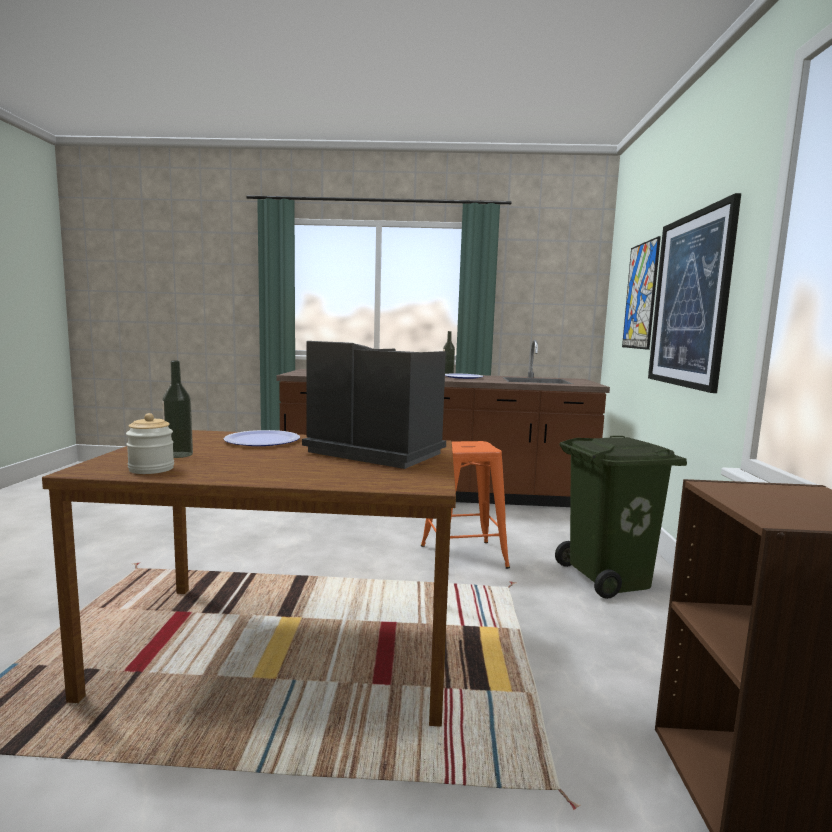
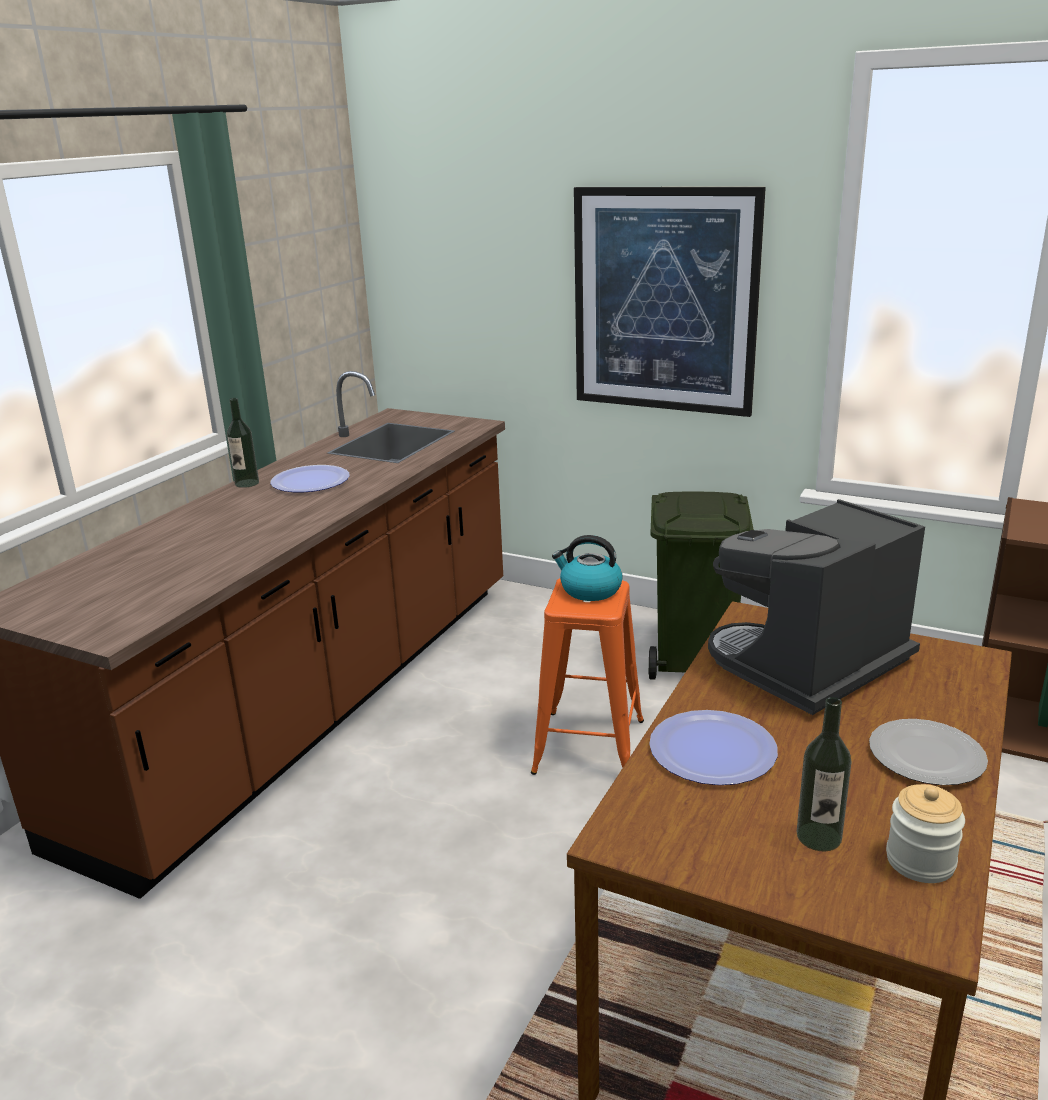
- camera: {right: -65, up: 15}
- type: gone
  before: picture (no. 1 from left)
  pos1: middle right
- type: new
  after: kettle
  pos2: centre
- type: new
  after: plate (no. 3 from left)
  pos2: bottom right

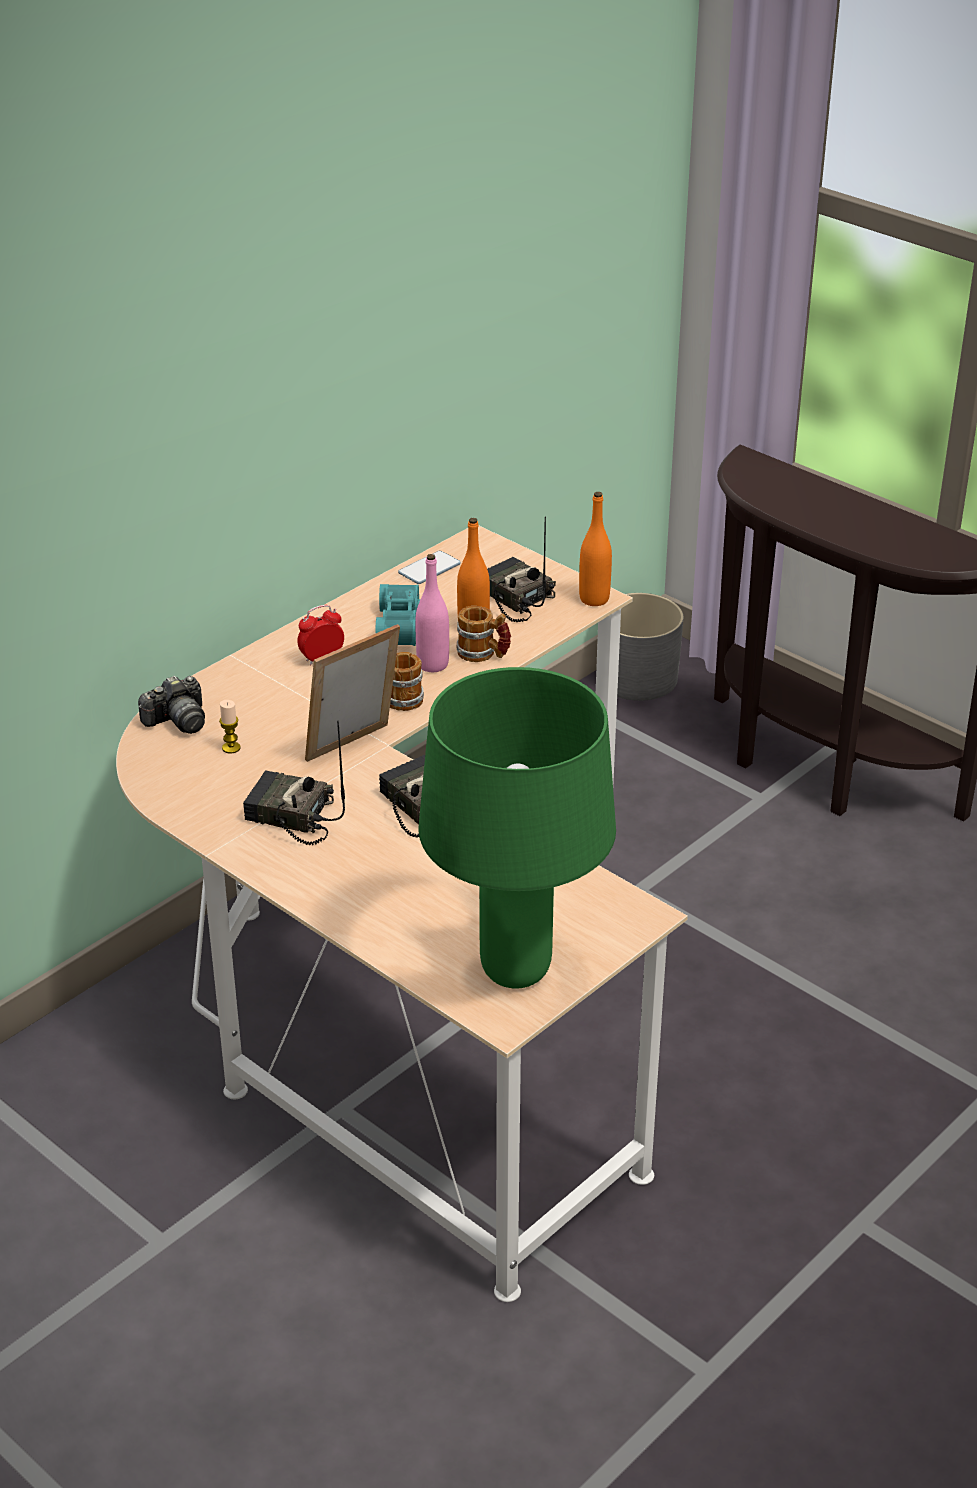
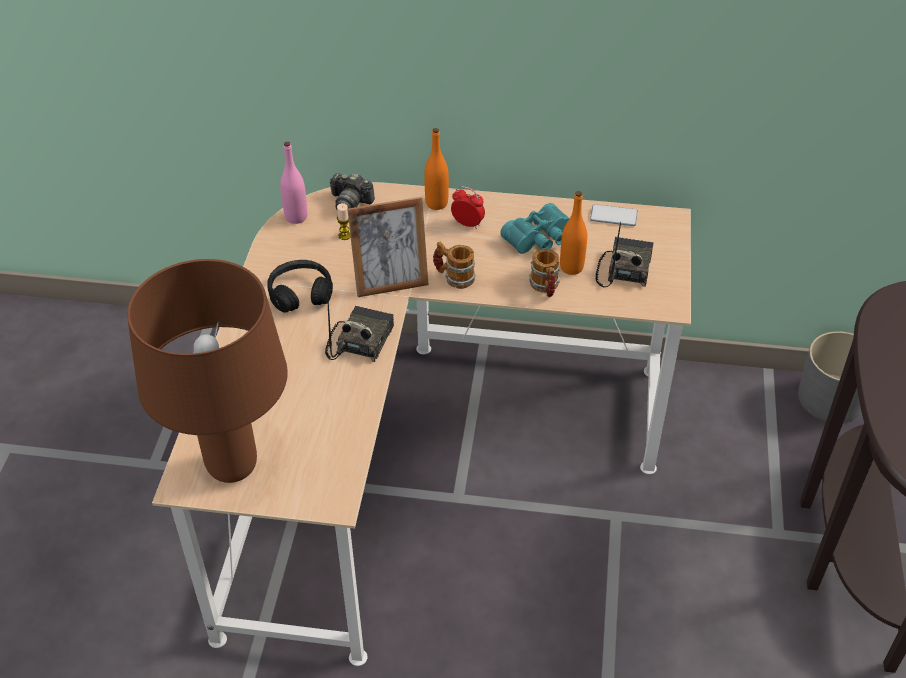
- camera: {right: 55, up: 10}
- type: shifted
  before: orange_bottle (no. 2 from left in the first image)
  after: orange_bottle (no. 1 from left)
  pos1: centre
  pos2: top centre
- type: shifted
  before: pink_bottle
  pos1: centre
  pos2: top left
- type: rotated
  before: picture_frame
  pos1: centre
  pos2: centre
  turn: 150
- type: repainted
  before: green_table_lamp
  after: brown_table_lamp
  pos1: centre
  pos2: middle left
- type: swapped
  before: radio (no. 1 from left)
  after: black_headphones
  pos1: middle left
  pos2: middle left

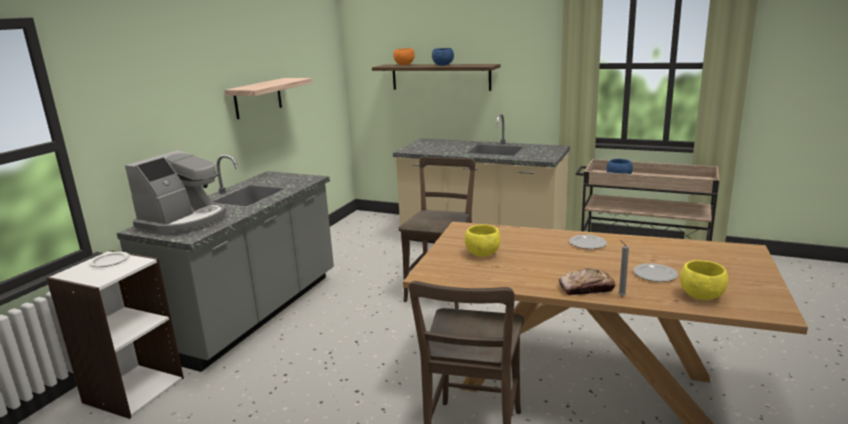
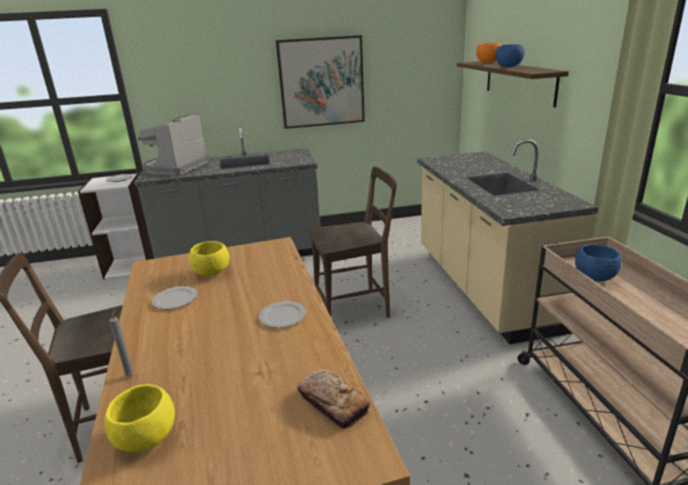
- camera: {right: 55, up: 5}
- type: swapped
  before: shelf (no. 1 from left)
  after: picture
  pos1: top left
  pos2: top centre
- type: rotated
  before: coffee_machine
  pos1: middle left
  pos2: top left
  turn: 120
- type: shifted
  before: plate (no. 3 from left in the first image)
  after: plate (no. 2 from left)
  pos1: middle right
  pos2: middle left
- type: shifted
  before: bread
  pos1: middle right
  pos2: bottom centre

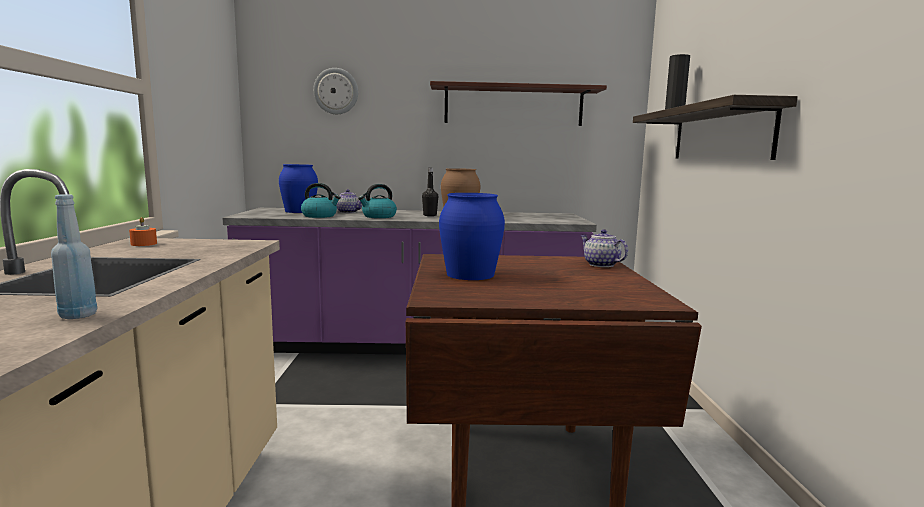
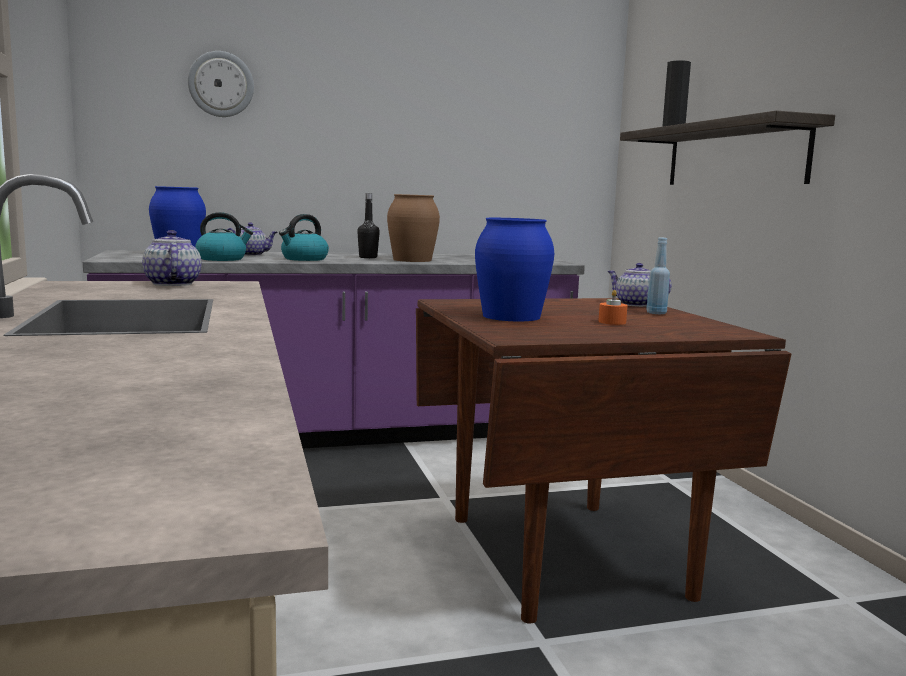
- camera: {right: -15, up: 0}
- type: gone
  before: shelf (no. 1 from left)
  pos1: top centre
- type: shifted
  before: blue_bottle
  pos1: middle left
  pos2: middle right
- type: shifted
  before: orange_candle
  pos1: middle left
  pos2: middle right
- type: new
  after: teapot (no. 1 from left)
  pos2: middle left

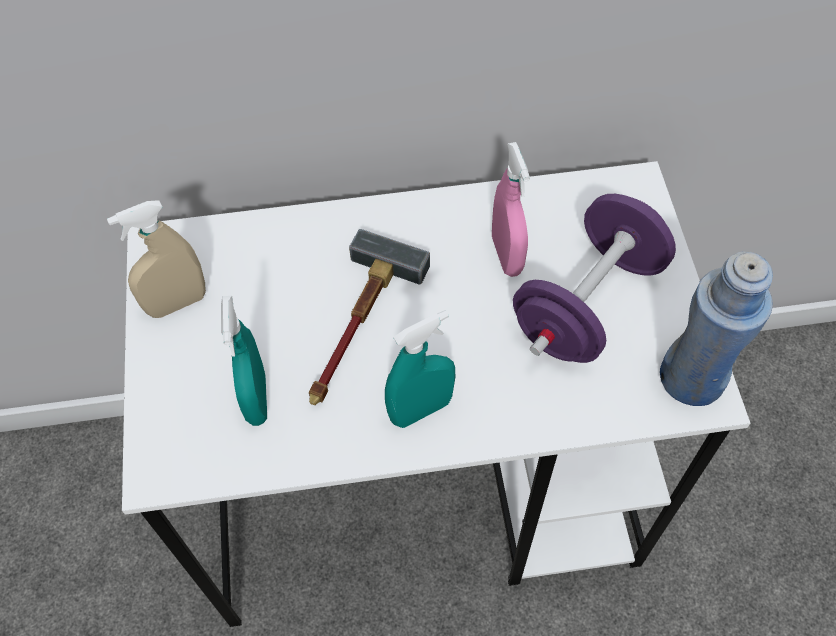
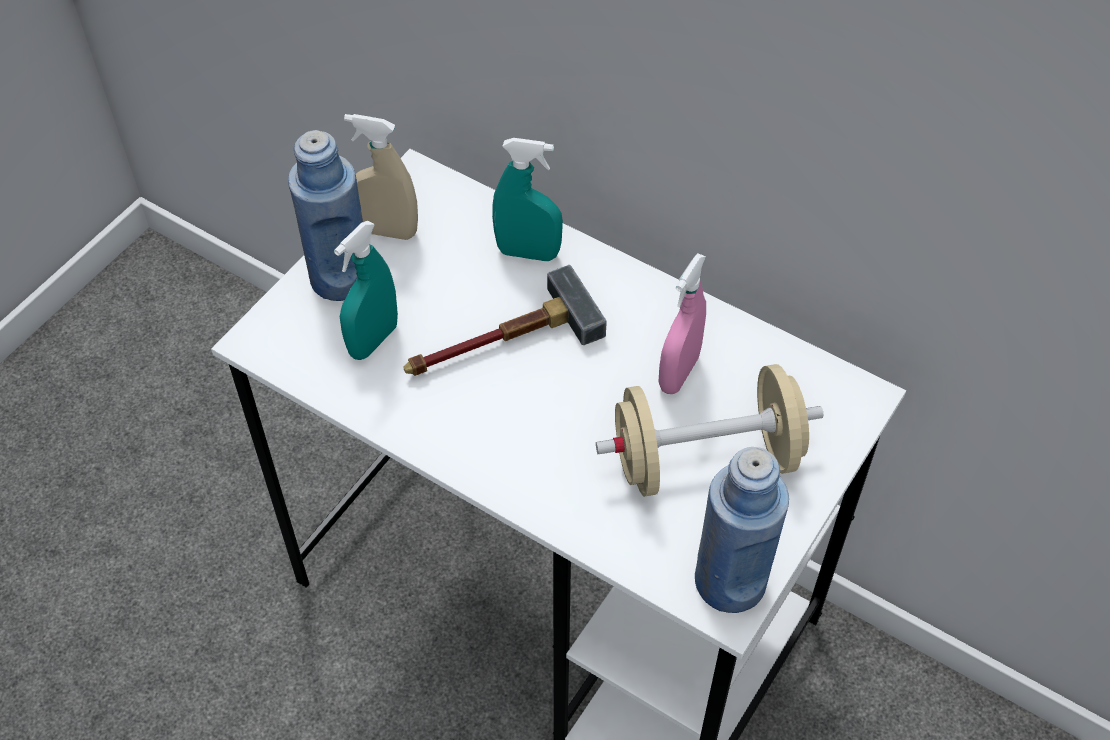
- camera: {right: 40, up: -5}
- type: repainted
  before: purple_dumbbell
  after: beige_dumbbell
  pos1: middle right
  pos2: centre
- type: shifted
  before: turquoise_spray_bottle (no. 2 from left)
  pos1: centre
  pos2: top centre
- type: new
  after: blue_bottle (no. 1 from left)
  pos2: top left

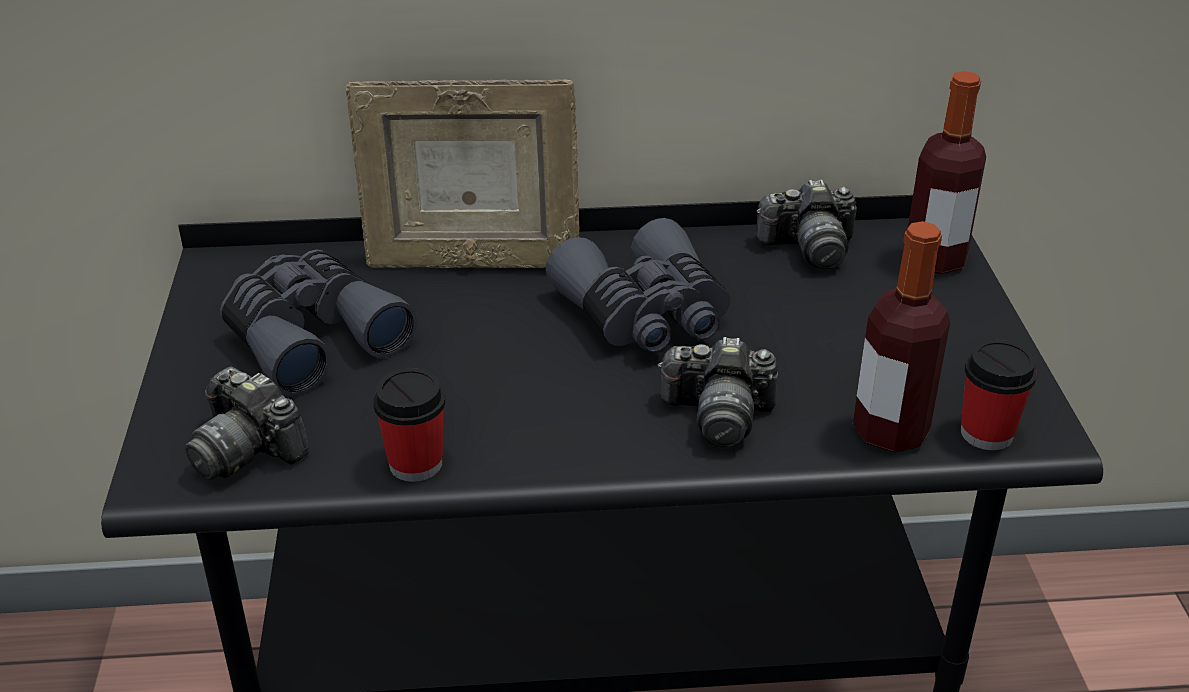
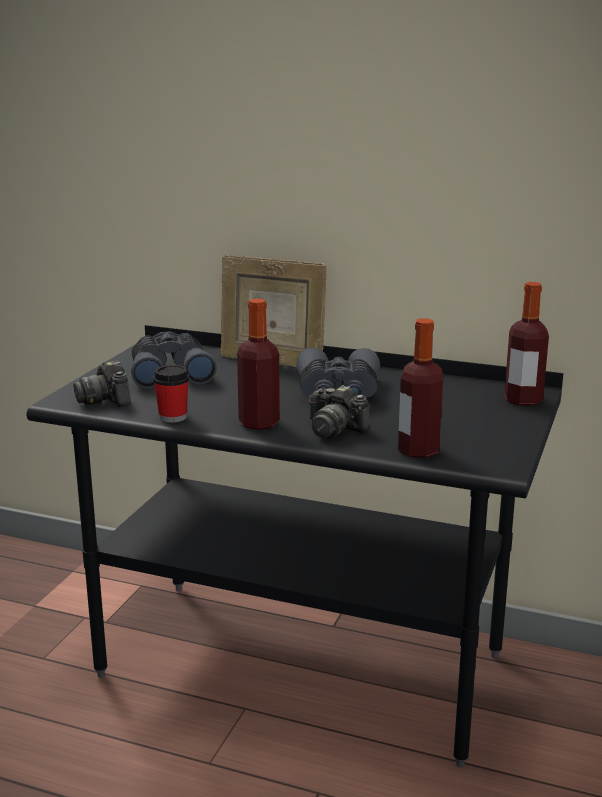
- camera: {right: 25, up: -15}
- type: gone
  before: photo_camera (no. 3 from left)
  pos1: top right
- type: gone
  before: cup (no. 2 from left)
  pos1: middle right
- type: new
  after: bottle (no. 1 from left)
  pos2: centre

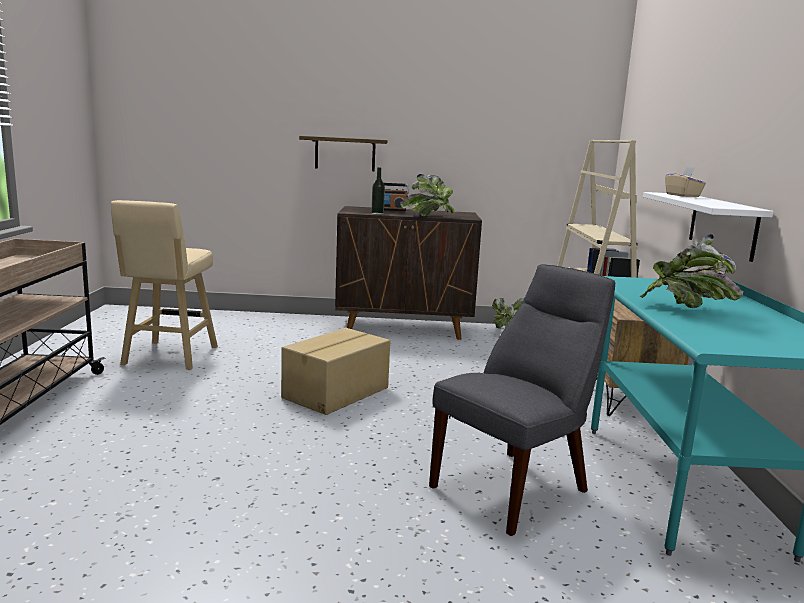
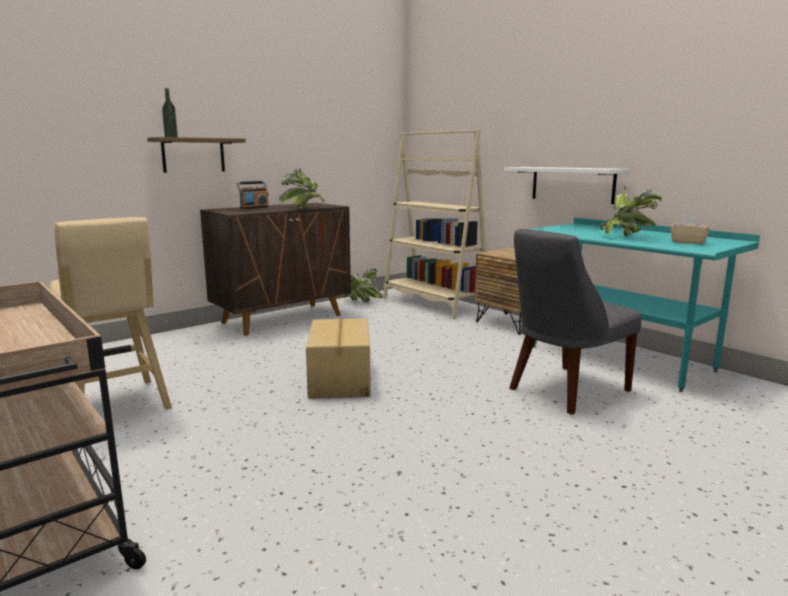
- camera: {right: -40, up: 0}
- type: shifted
  before: bottle
  pos1: top centre
  pos2: top left
- type: shifted
  before: beige_tissue_box
  pos1: top right
  pos2: middle right
- type: rotated
  before: grey_chair
  pos1: centre
  pos2: middle right
  turn: -135

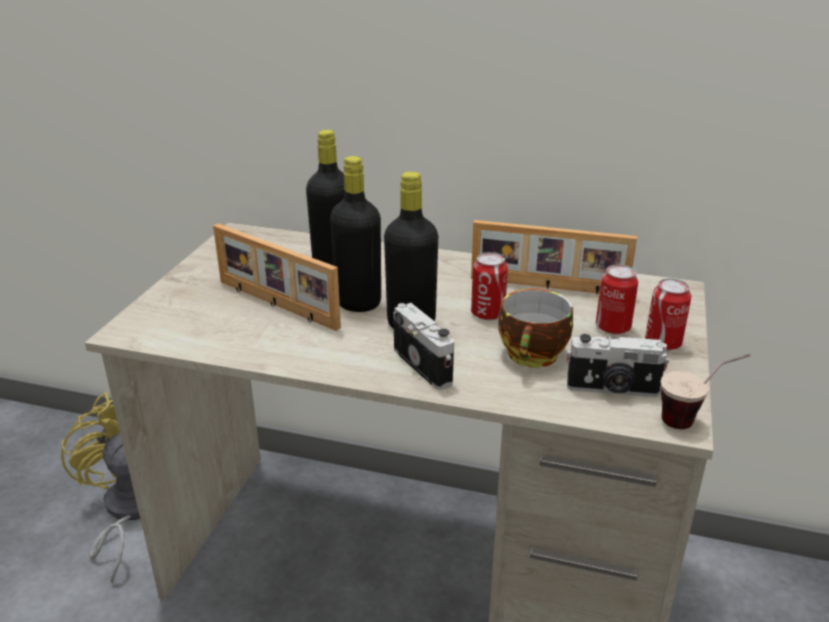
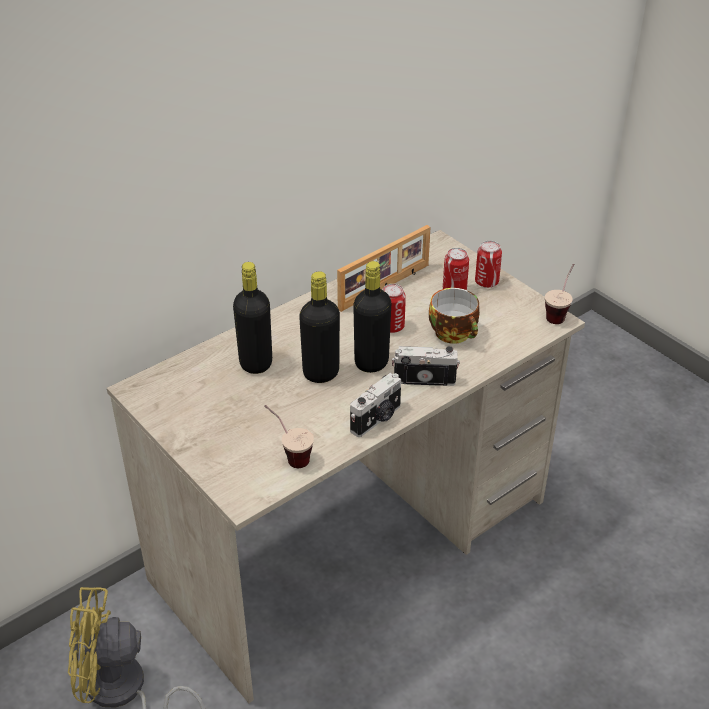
- camera: {right: -55, up: 10}
- type: gone
  before: picture_frame (no. 1 from left)
  pos1: centre
- type: shifted
  before: photo_camera (no. 2 from left in the first image)
  after: photo_camera (no. 1 from left)
  pos1: middle right
  pos2: centre
- type: new
  after: cup (no. 1 from left)
  pos2: centre

